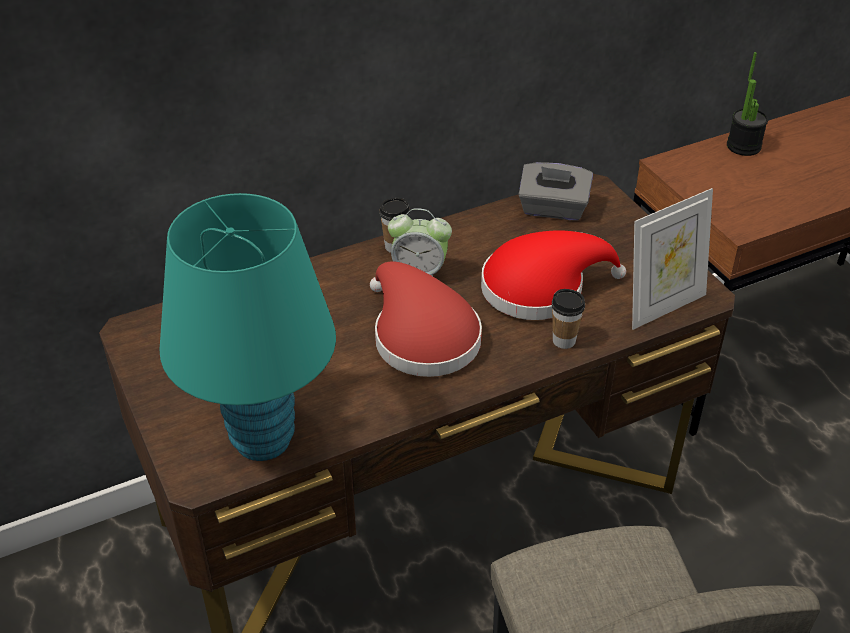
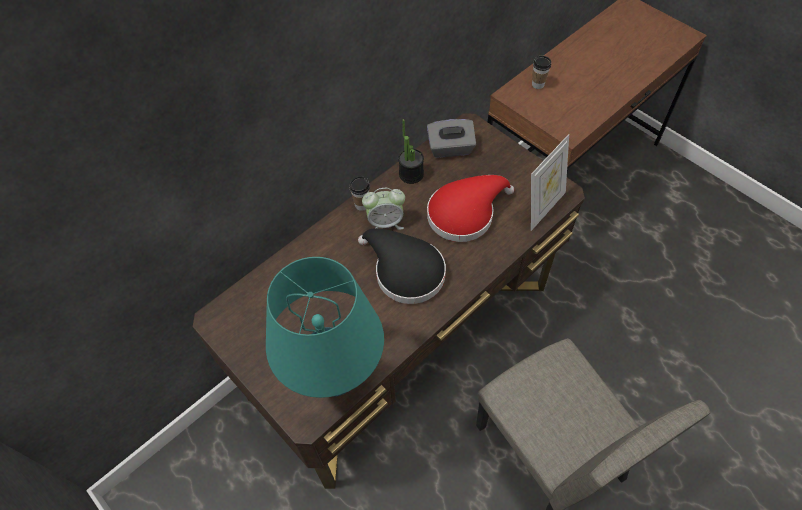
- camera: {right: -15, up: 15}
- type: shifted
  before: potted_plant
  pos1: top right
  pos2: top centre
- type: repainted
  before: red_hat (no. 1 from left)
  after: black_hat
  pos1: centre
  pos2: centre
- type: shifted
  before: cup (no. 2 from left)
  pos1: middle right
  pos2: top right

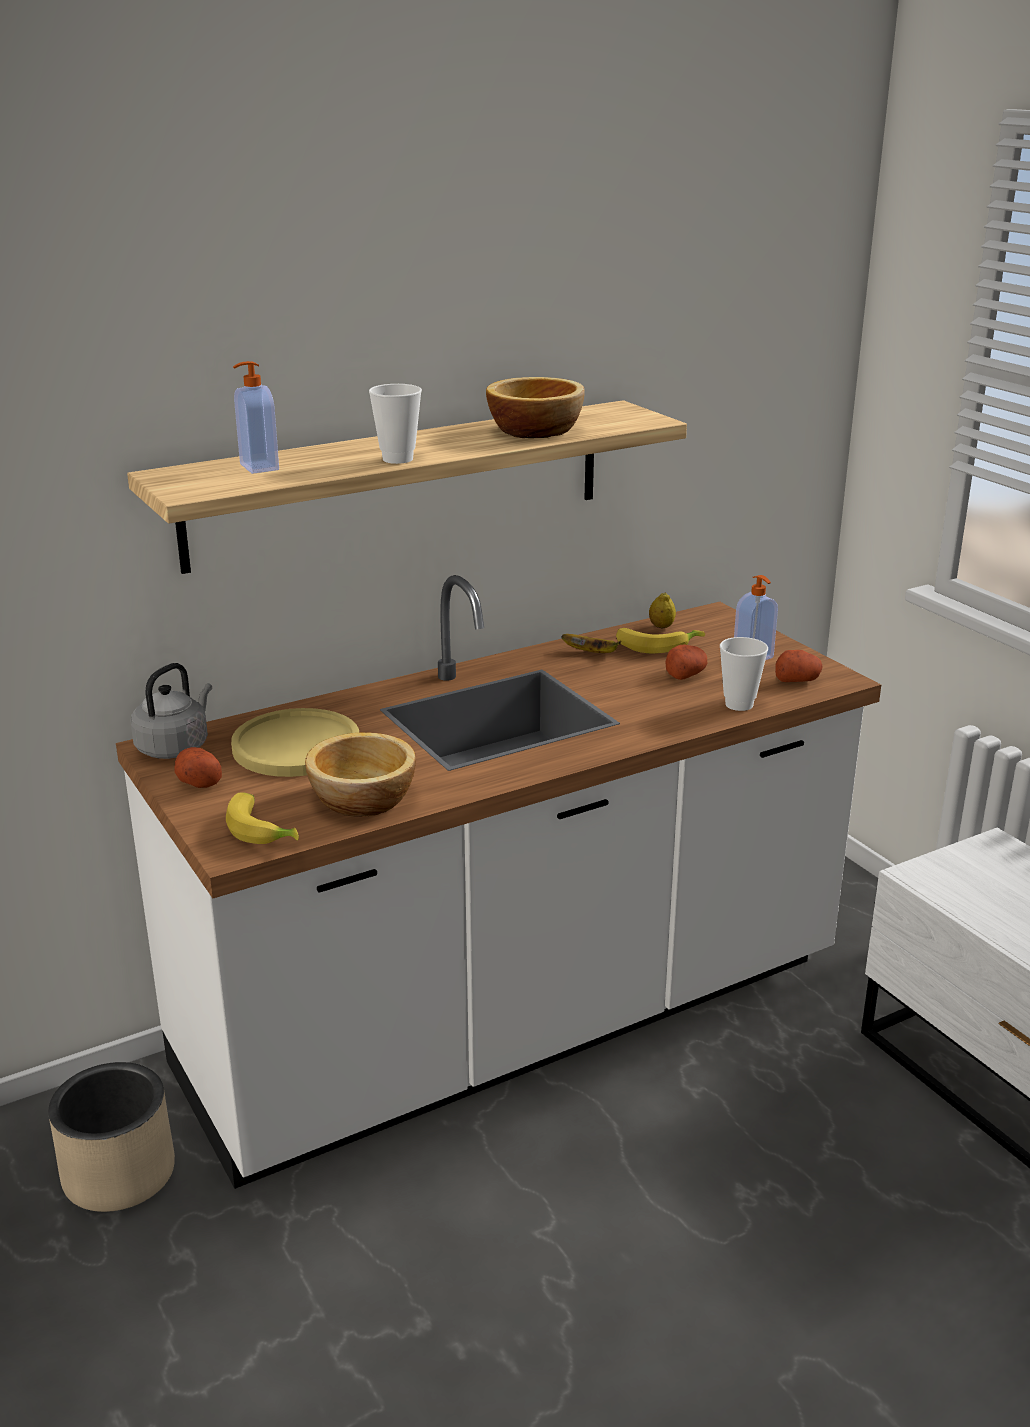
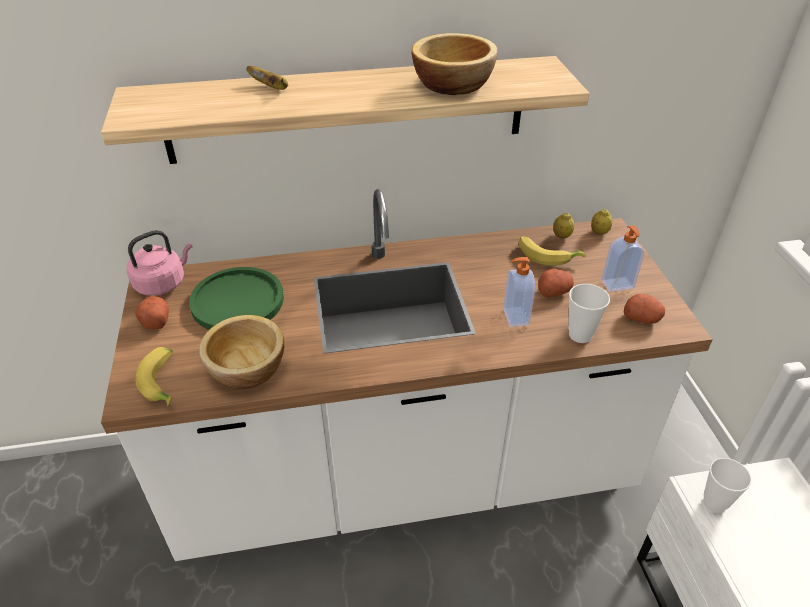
- camera: {right: 20, up: 15}
- type: shifted
  before: soap_dispenser (no. 1 from left)
  pos1: top left
  pos2: centre
- type: shifted
  before: cup (no. 1 from left in the first image)
  after: cup (no. 2 from left)
  pos1: top centre
  pos2: bottom right
- type: shifted
  before: banana (no. 2 from left)
  pos1: centre
  pos2: top left
- type: repainted
  before: grey_kettle
  after: pink_kettle
  pos1: middle left
  pos2: middle left
- type: repainted
  before: yellow_plate
  after: green_plate
  pos1: middle left
  pos2: middle left
- type: gone
  before: beige_planter
  pos1: bottom left
- type: new
  after: lemon (no. 2 from left)
  pos2: middle right

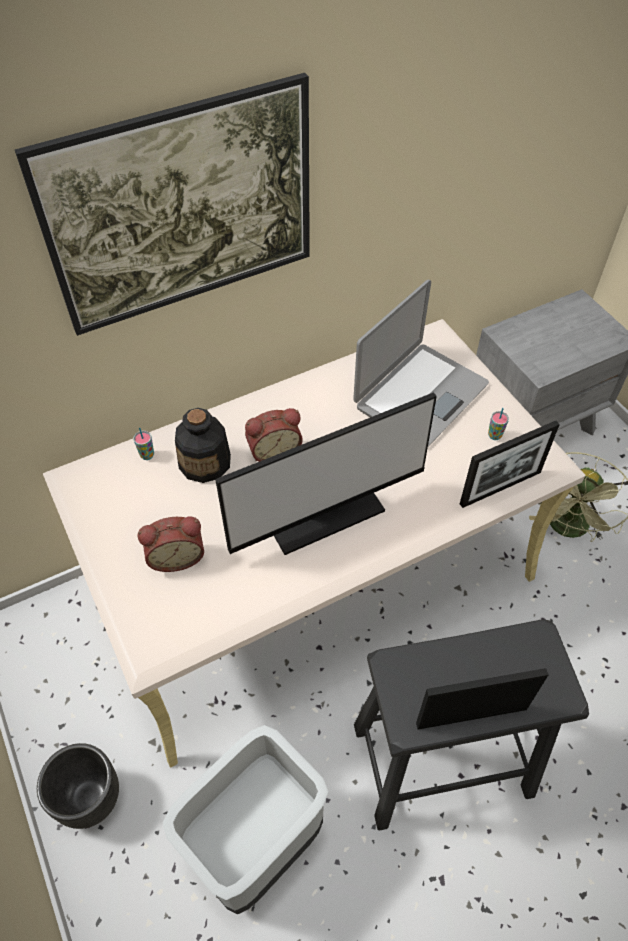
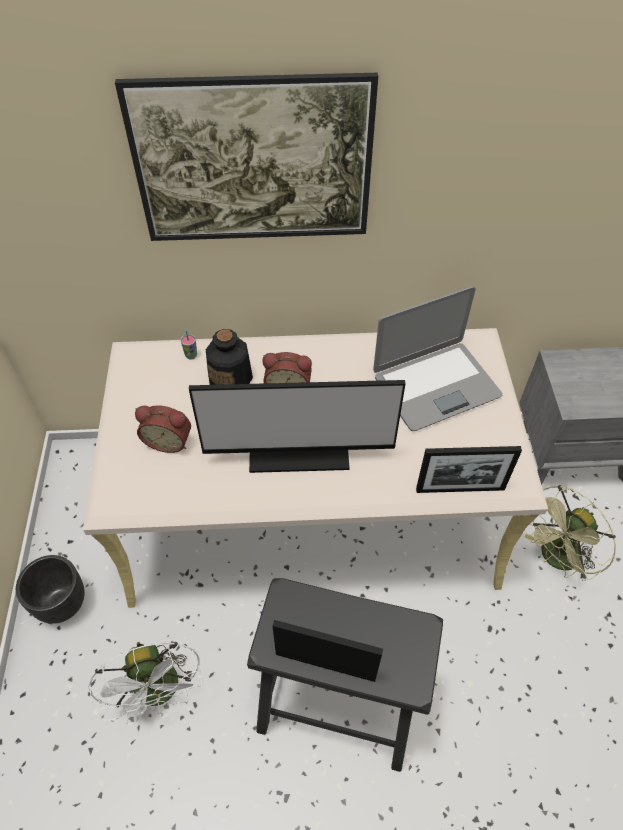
- camera: {right: 25, up: 0}
- type: gone
  before: cup (no. 2 from left)
  pos1: middle right
- type: swapped
  before: grey_trash_can
  after: white_fan
  pos1: bottom centre
  pos2: bottom left

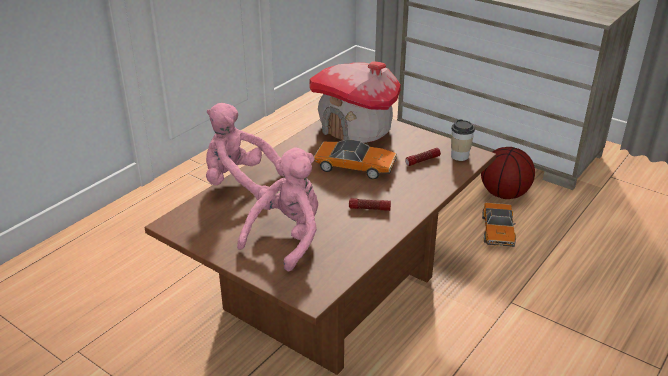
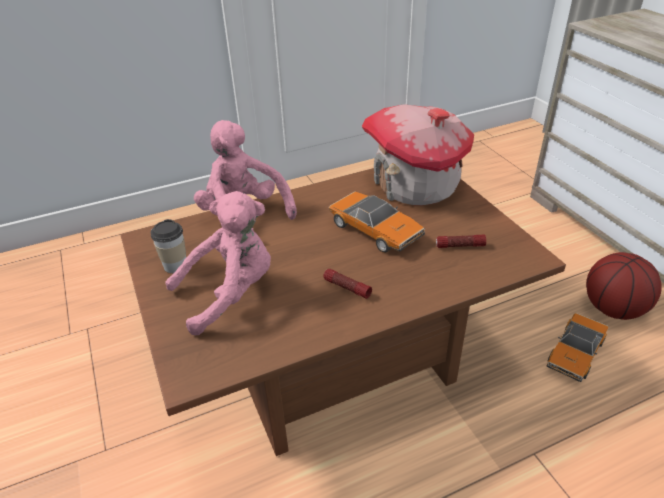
- camera: {right: 30, up: 5}
- type: shifted
  before: cup
  pos1: middle right
  pos2: middle left

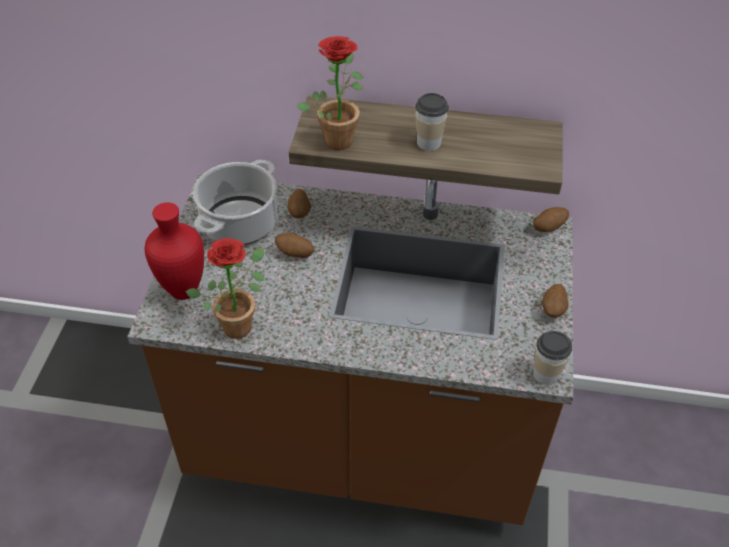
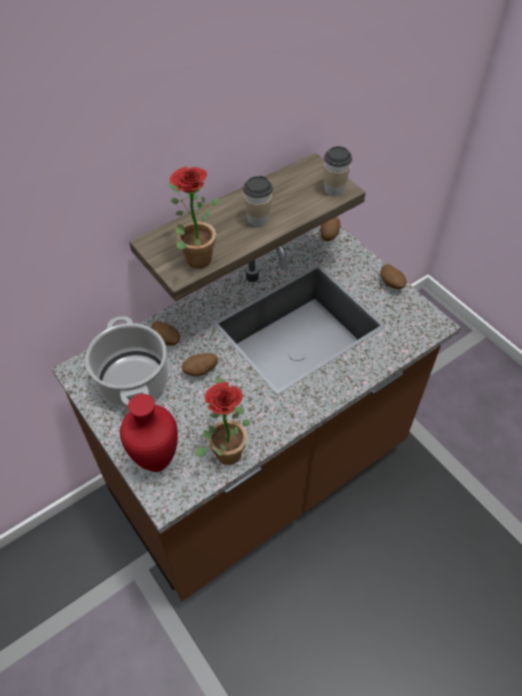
- camera: {right: -45, up: 5}
- type: shifted
  before: cup (no. 2 from left)
  pos1: middle right
  pos2: top centre

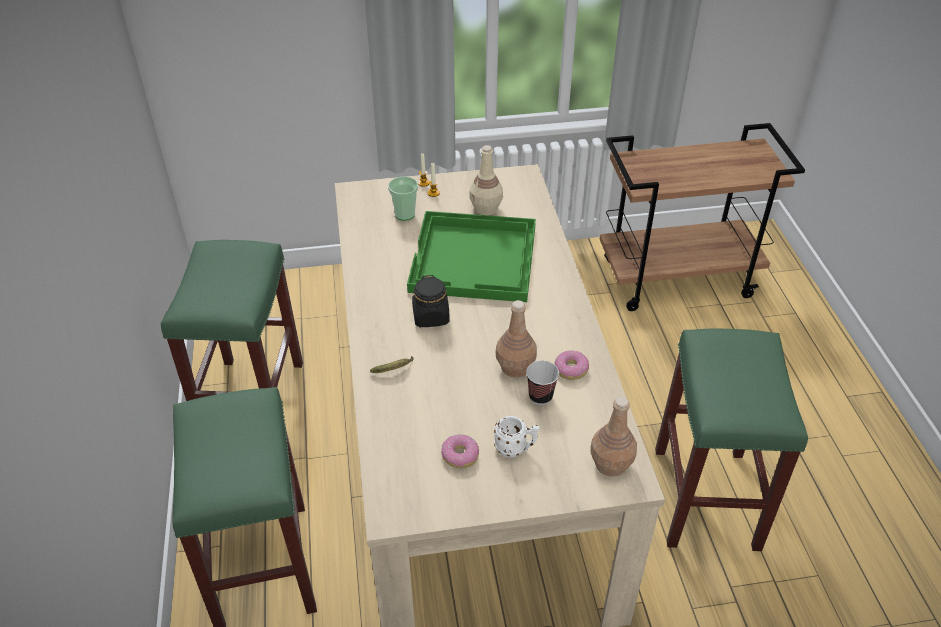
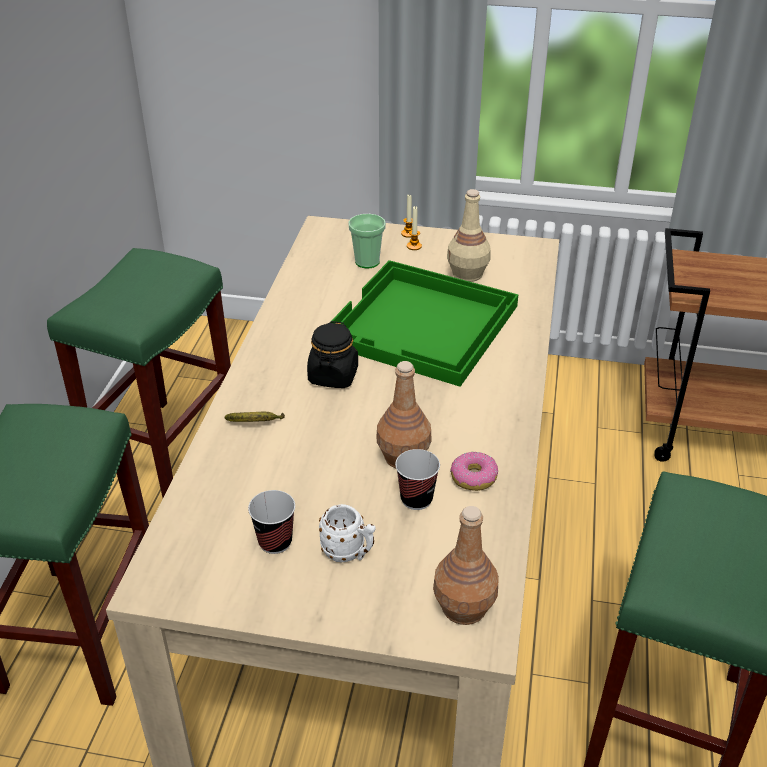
- camera: {right: 20, up: -5}
- type: swapped
  before: donut (no. 1 from left)
  after: cup (no. 1 from left)
  pos1: bottom centre
  pos2: bottom centre

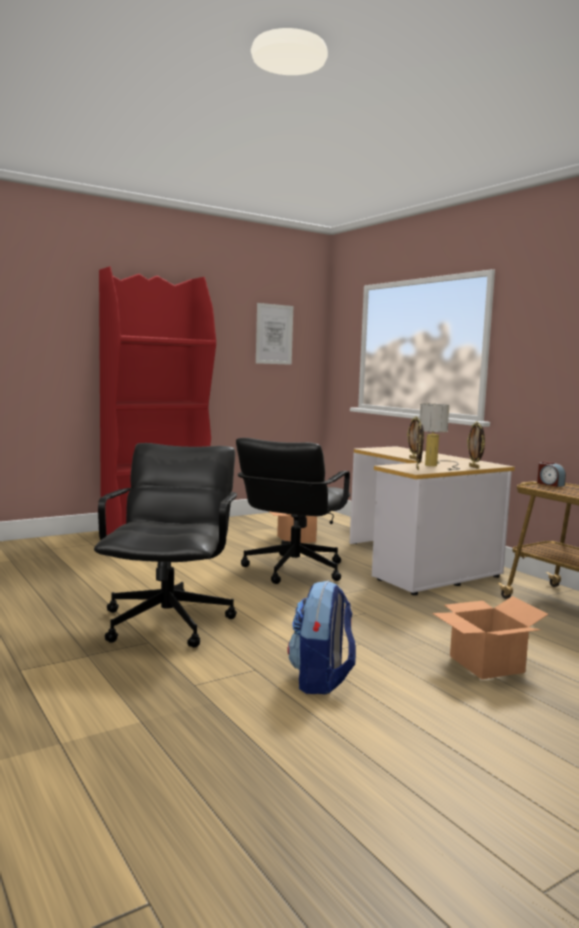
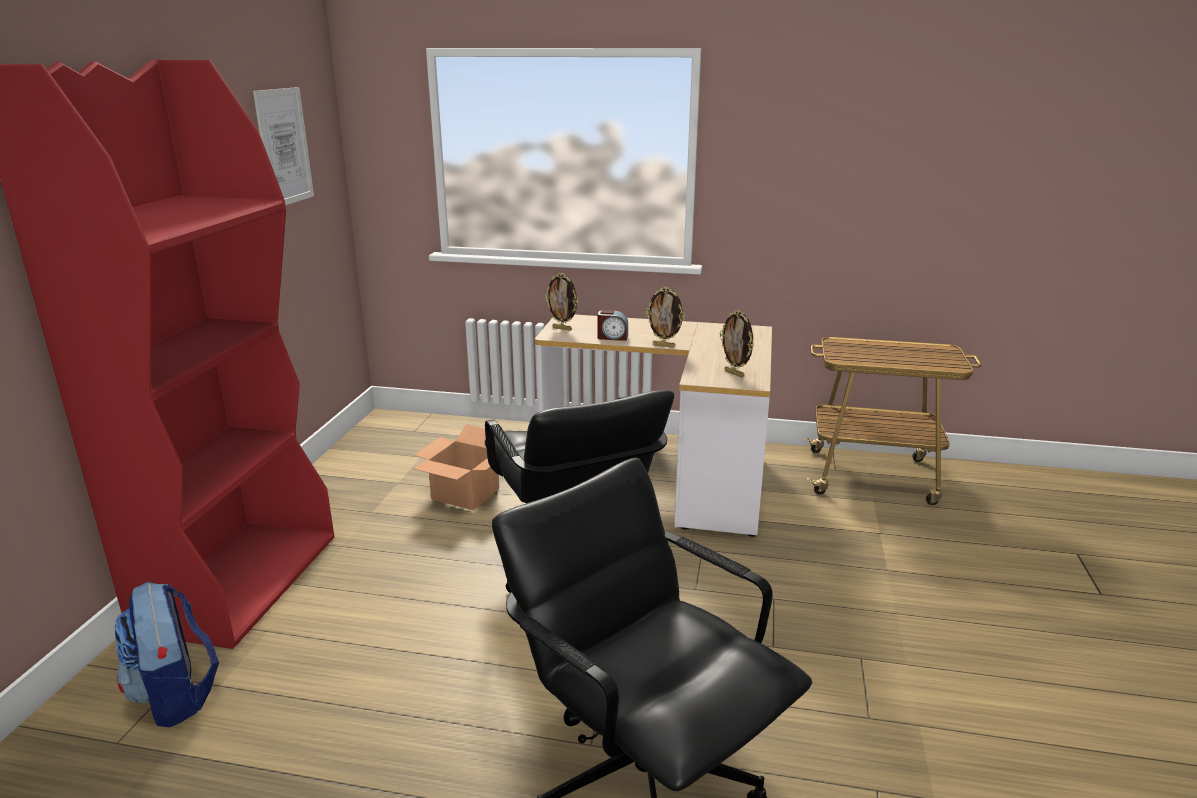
- camera: {right: -45, up: 15}
- type: gone
  before: table_lamp
  pos1: middle right
- type: shifted
  before: picture_frame (no. 3 from left in the first image)
  after: picture_frame (no. 1 from left)
  pos1: middle right
  pos2: centre
- type: shifted
  before: alarm_clock
  pos1: middle right
  pos2: centre
- type: shifted
  before: backpack
  pos1: bottom centre
  pos2: bottom left
- type: gone
  before: cardboard_box (no. 2 from left)
  pos1: bottom right

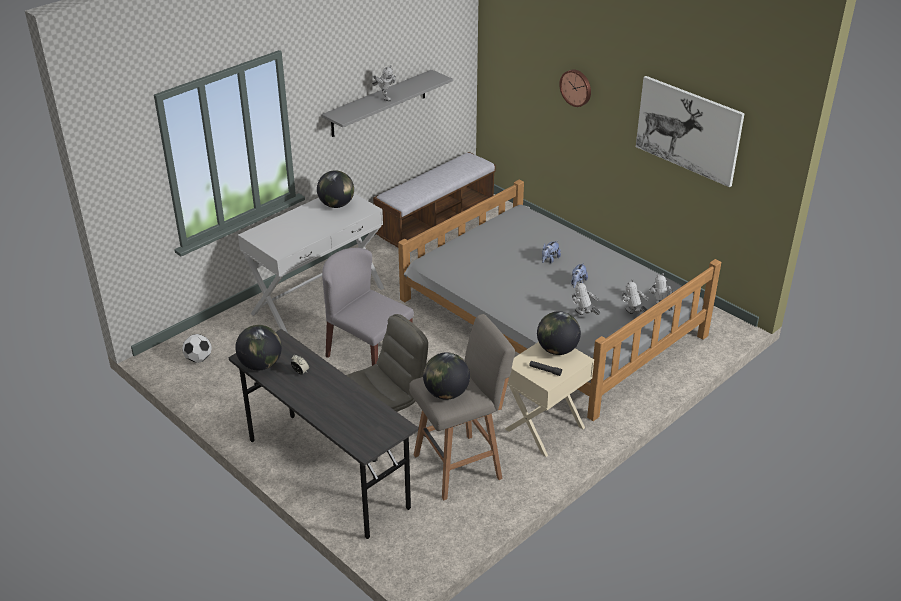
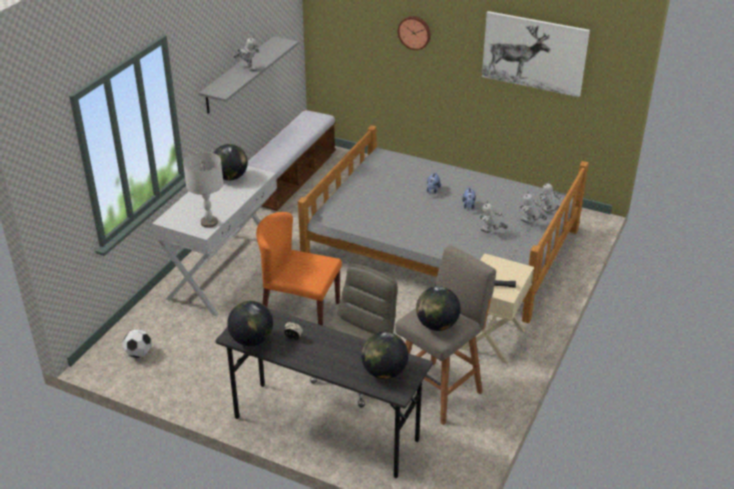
- camera: {right: -20, up: 0}
- type: repainted
  before: grey_chair
  after: orange_chair
  pos1: centre
  pos2: centre
- type: shifted
  before: globe (no. 4 from left in the first image)
  after: globe (no. 3 from left)
  pos1: centre
  pos2: bottom centre
- type: new
  after: grey_table_lamp
  pos2: middle left

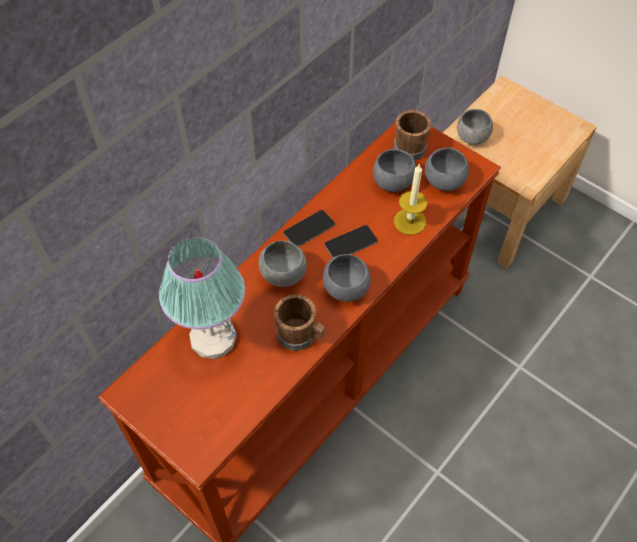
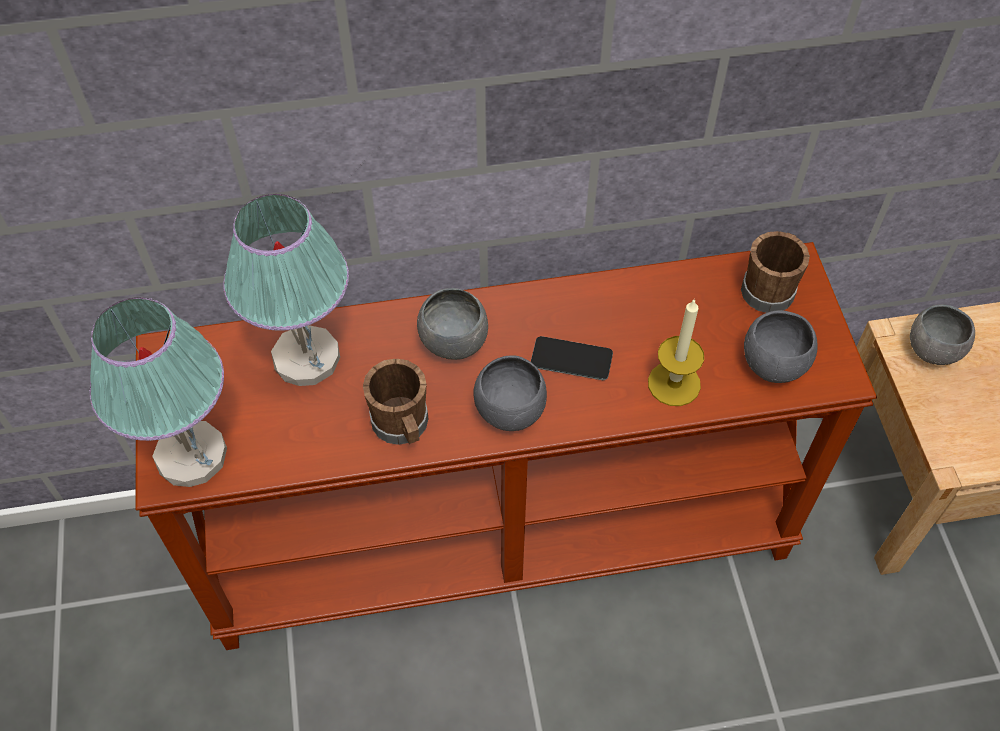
- camera: {right: 40, up: 0}
- type: gone
  before: grey_bowl (no. 3 from left)
  pos1: top centre
- type: gone
  before: phone (no. 1 from left)
  pos1: centre
- type: new
  after: table_lamp (no. 1 from left)
  pos2: middle left

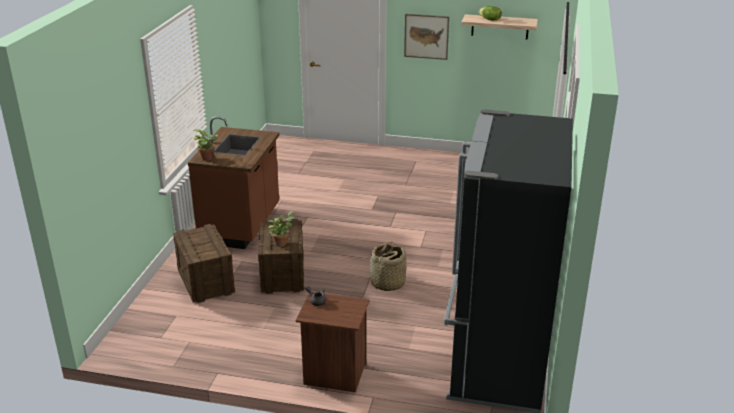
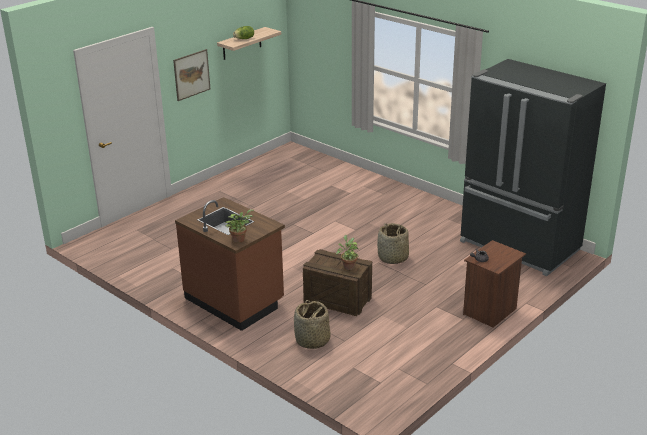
- camera: {right: -60, up: 0}
- type: swapped
  before: crate (no. 1 from left)
  after: basket (no. 1 from left)
  pos1: middle left
  pos2: bottom centre

